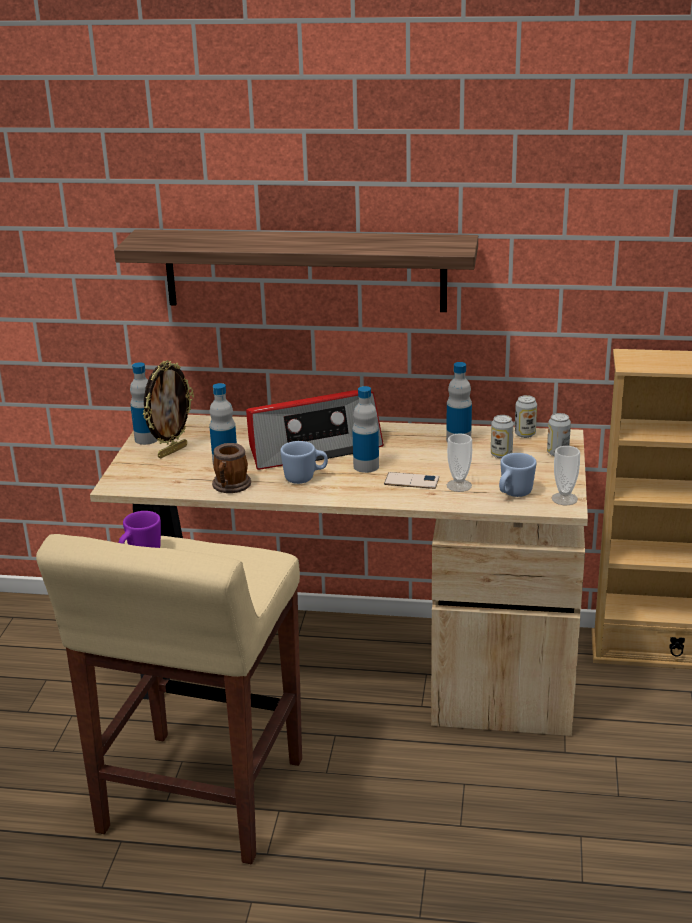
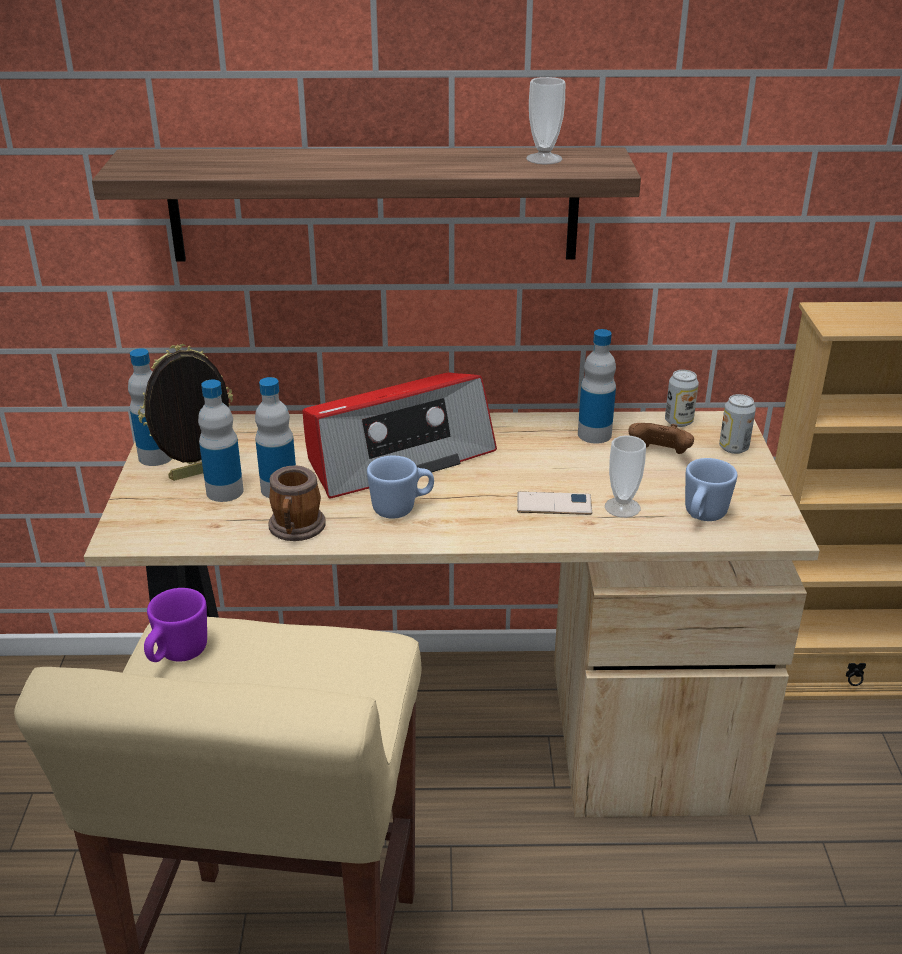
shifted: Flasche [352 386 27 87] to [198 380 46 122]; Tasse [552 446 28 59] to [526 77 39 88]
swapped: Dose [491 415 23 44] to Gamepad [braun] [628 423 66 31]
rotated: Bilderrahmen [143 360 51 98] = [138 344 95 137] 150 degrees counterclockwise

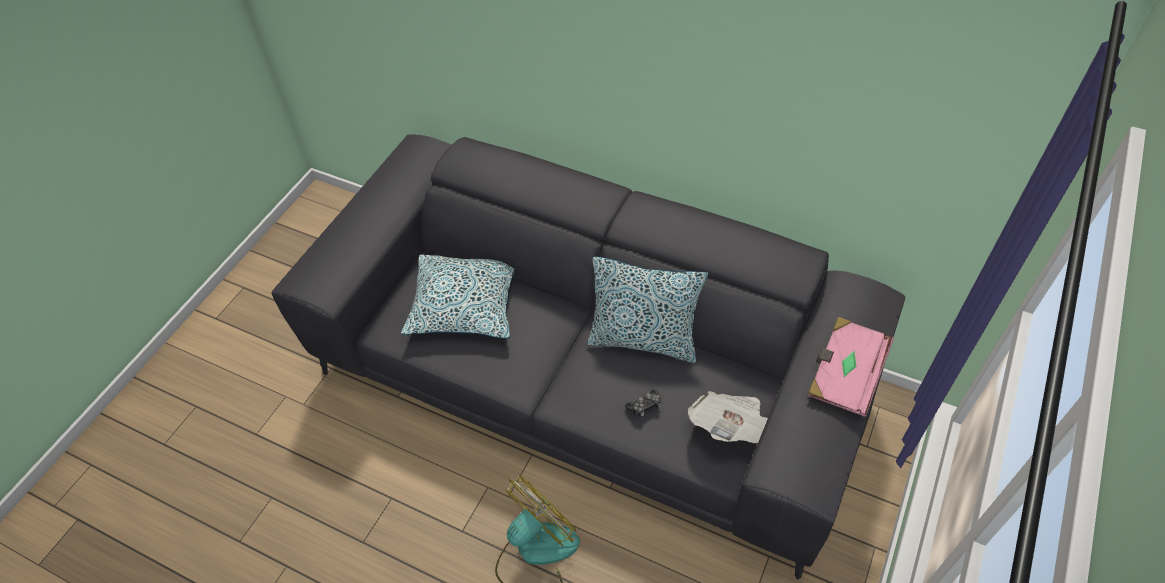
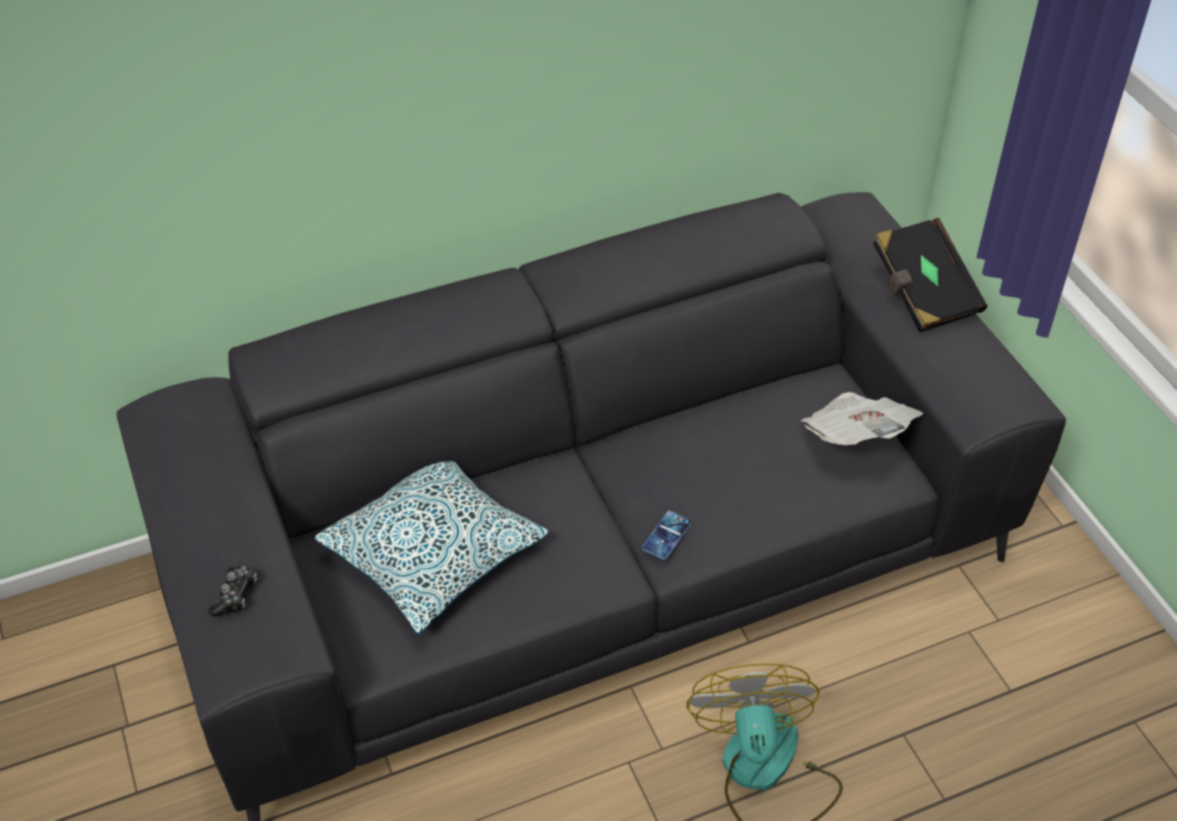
gone: Kissen [587 256 121 107]
new: Handy [642 511 50 49]
shifted: Gamepad [625 390 37 27] to [208 564 49 53]
repainted: Buch [rosa] [808 317 86 100] to Buch [schwarz] [873 218 115 114]

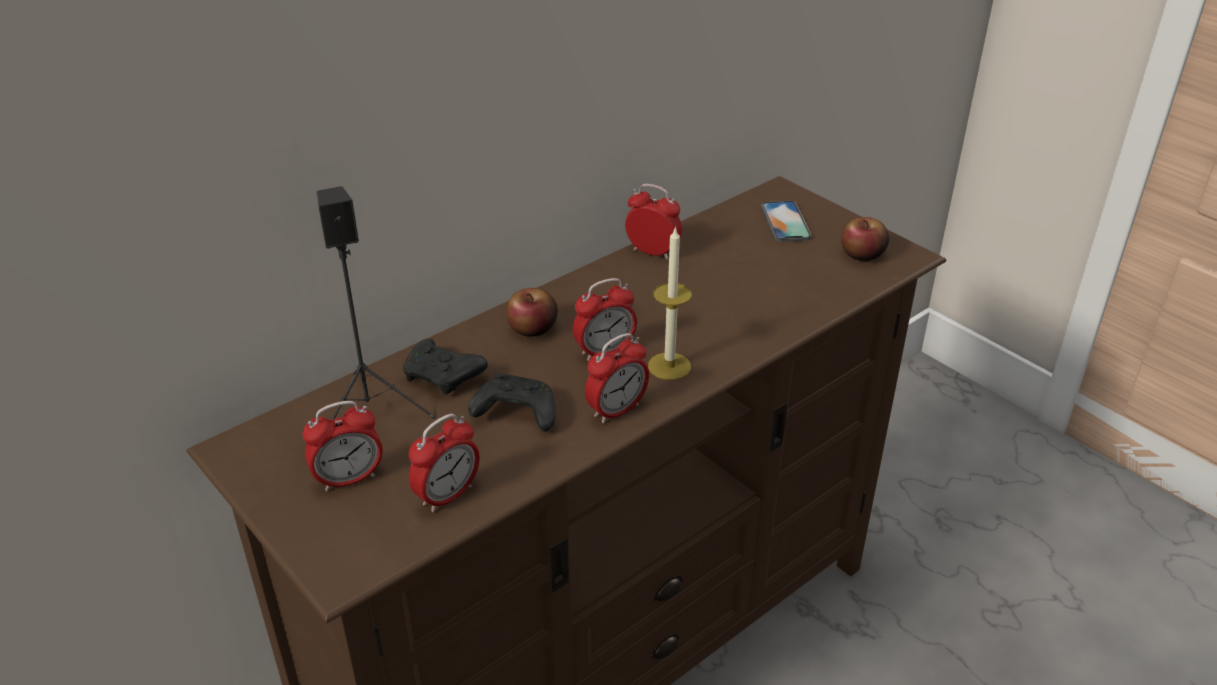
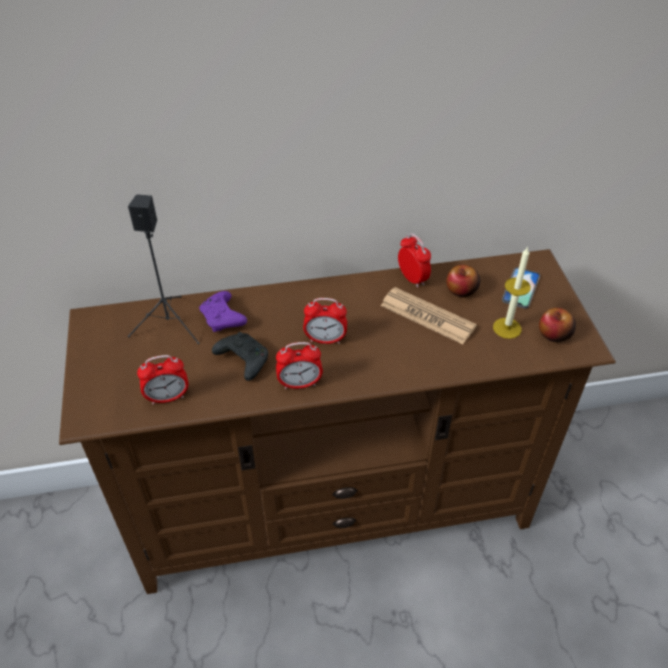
gone: Wecker [302 401 81 90]
new: Zeitung [381 287 96 57]
shifted: Apfel [506 288 52 49] to [446 265 34 32]; Kerze [648 226 44 154] to [493 247 38 92]
repainted: Gamepad [schwarz] [403 339 85 56] to Gamepad [lila] [199 291 48 41]

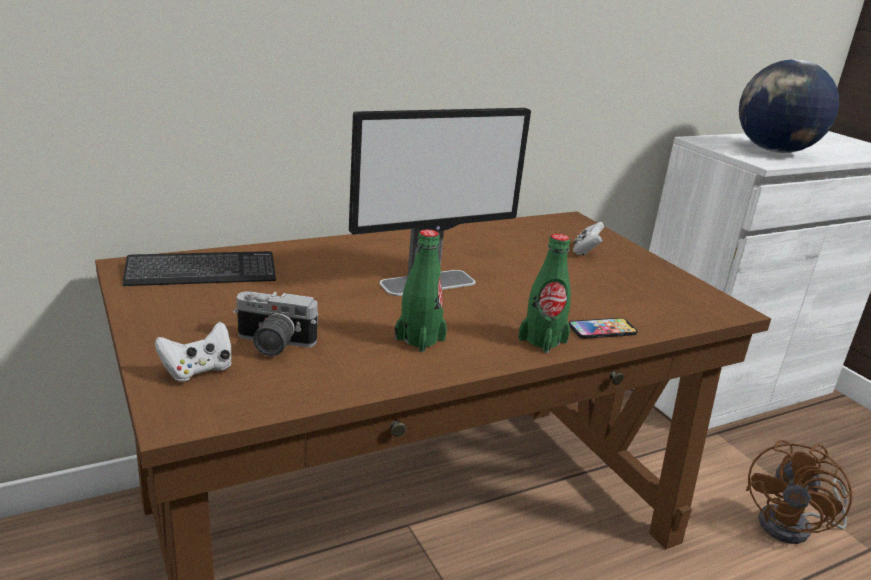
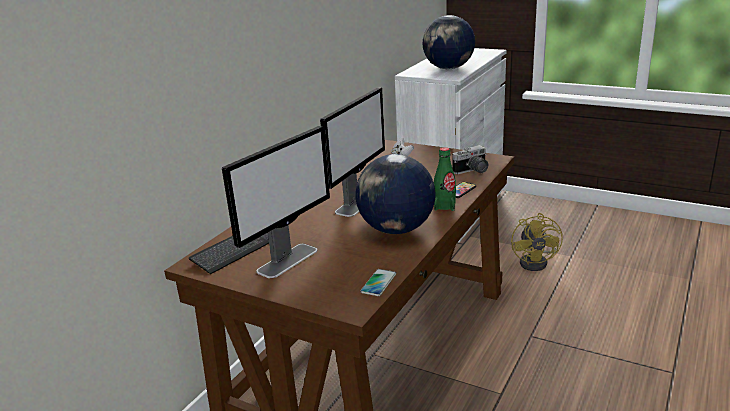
gone: Gamepad [weiß] [155 322 77 60]
new: Monitor [222 126 108 152]; Handy [360 269 36 27]
shifted: Kamera [233 291 86 65] to [453 145 35 29]
swapped: Flasche [grün] [395 229 52 123] to Globus [355 154 81 80]
repainted: Ventilator [braun] [746 440 107 104] to Ventilator [gelb] [511 213 52 58]

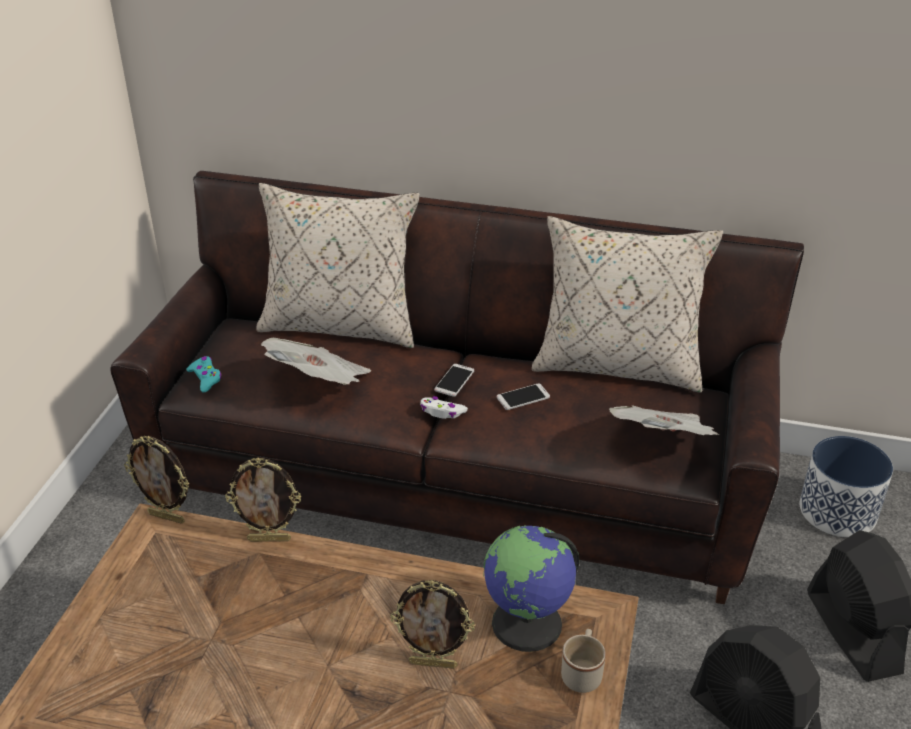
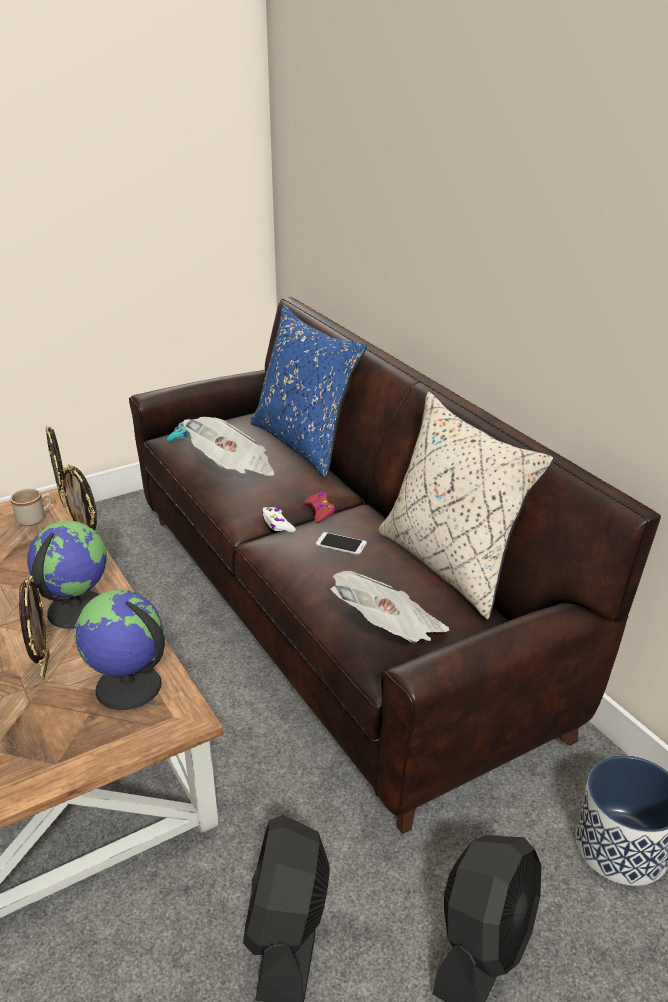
new: Globus [26 521 81 108]
shifted: Henkelbecher [beige] [561 629 45 64] to [10 489 42 37]
swapped: Handy [434 364 40 33] to Gamepad [rot] [304 492 31 31]
repainted: Kissen [beige] [256 183 164 165] to Kissen [blau] [250 305 117 173]
rotated: Bilderrahmen [390 580 85 89] = [19 576 31 104] 150 degrees counterclockwise

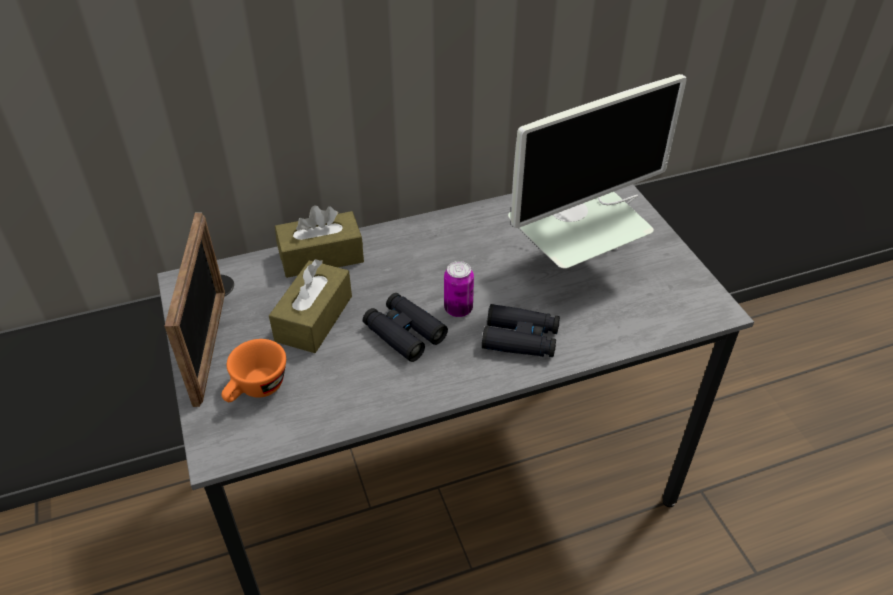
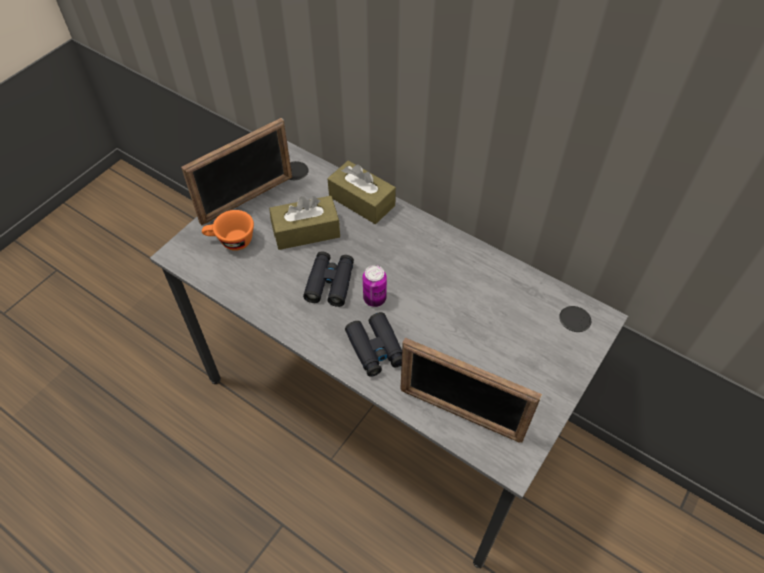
gone: Monitor [508 74 179 195]
new: Bilderrahmen [400 338 142 105]

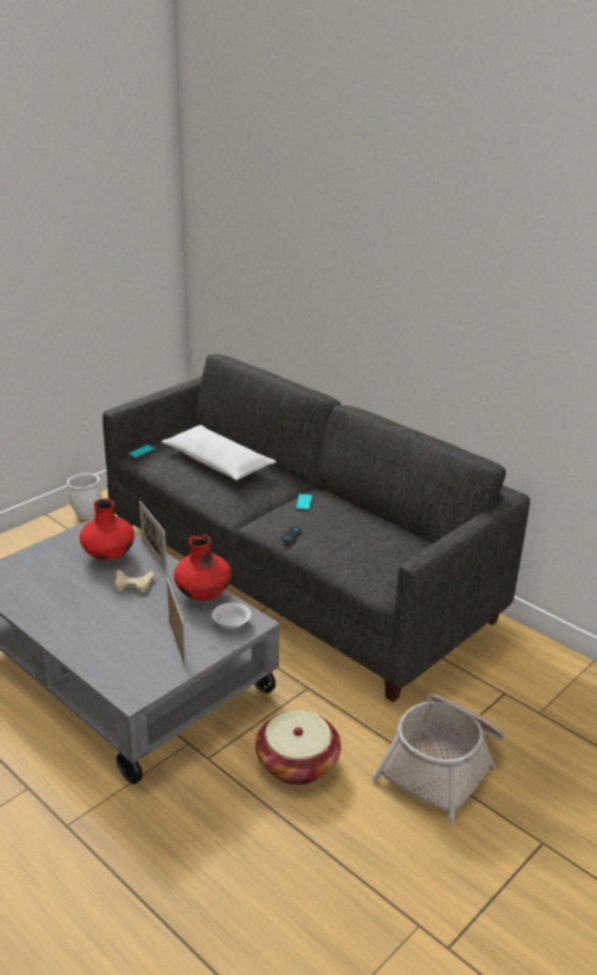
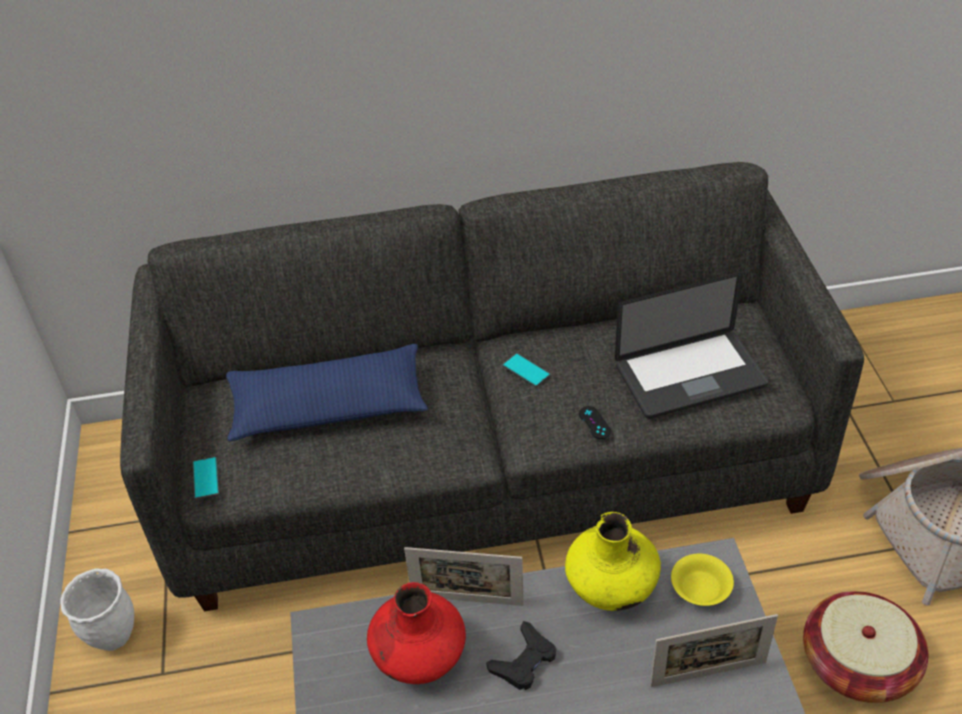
new: Laptop [615 273 154 146]
repainted: Gamepad [beige] [115 570 39 23] to Gamepad [schwarz] [486 621 70 69]; Kissen [weiß] [161 425 116 55] to Kissen [blau] [226 344 202 97]; Vase [rot] [174 534 58 67] to Vase [gelb] [565 512 96 99]; Schüssel [weiß] [212 603 39 26] to Schüssel [gelb] [671 554 63 52]
rotated: Bilderrahmen [167 578 19 89] = [650 614 128 73] 150 degrees clockwise

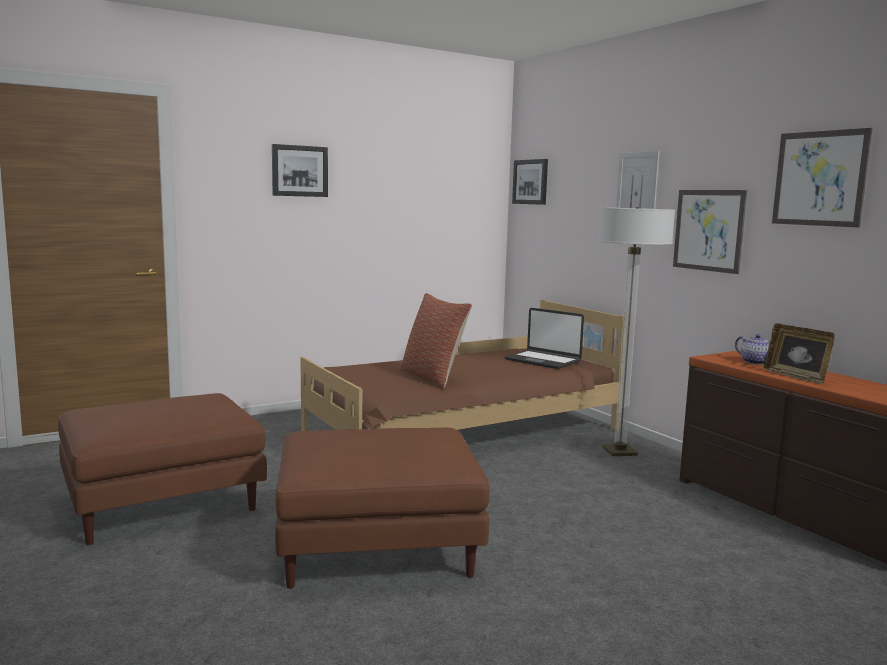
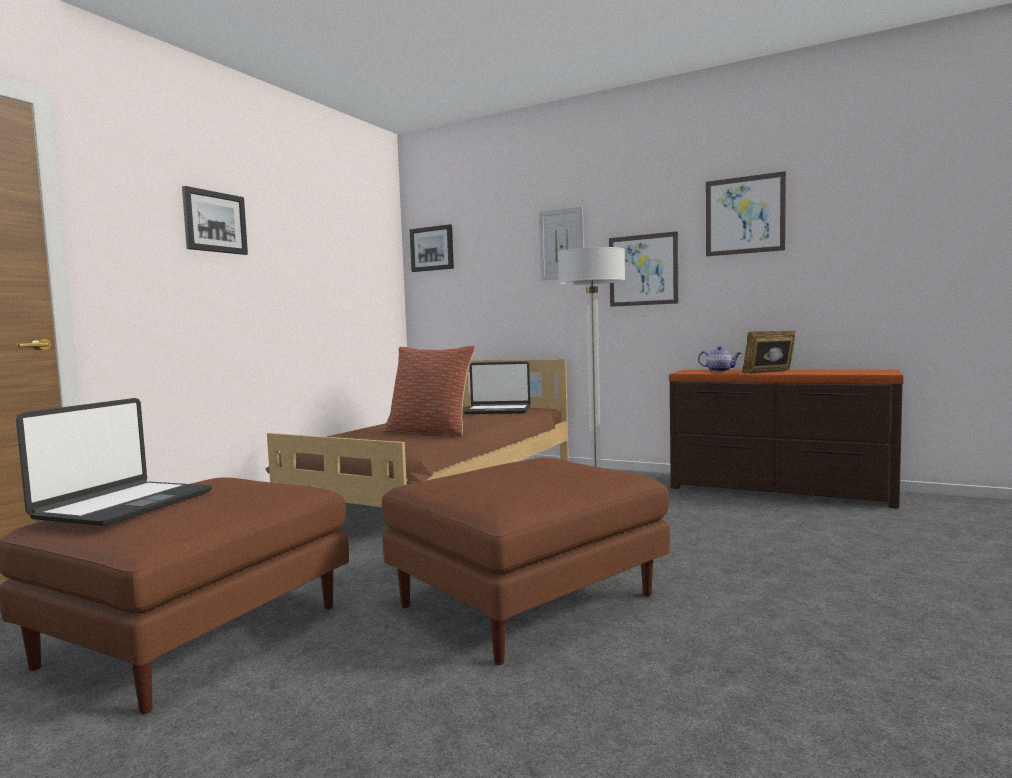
new: Laptop [16 398 196 128]
rotated: Bilderrahmen [764 323 71 61] = [742 330 54 43] 135 degrees clockwise

